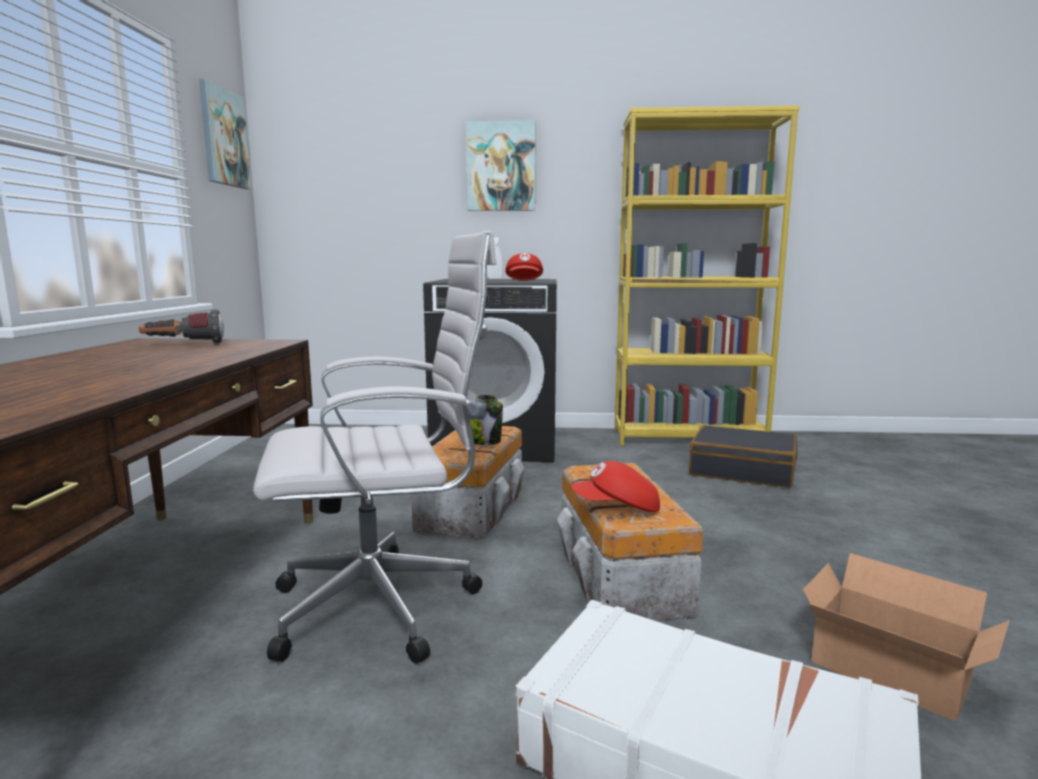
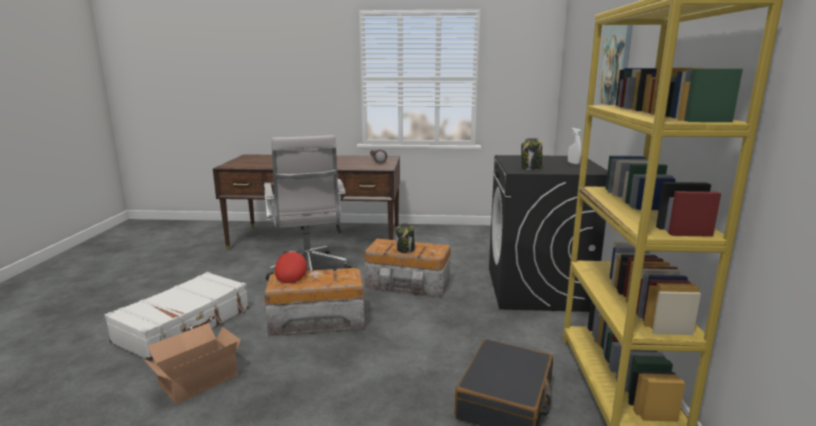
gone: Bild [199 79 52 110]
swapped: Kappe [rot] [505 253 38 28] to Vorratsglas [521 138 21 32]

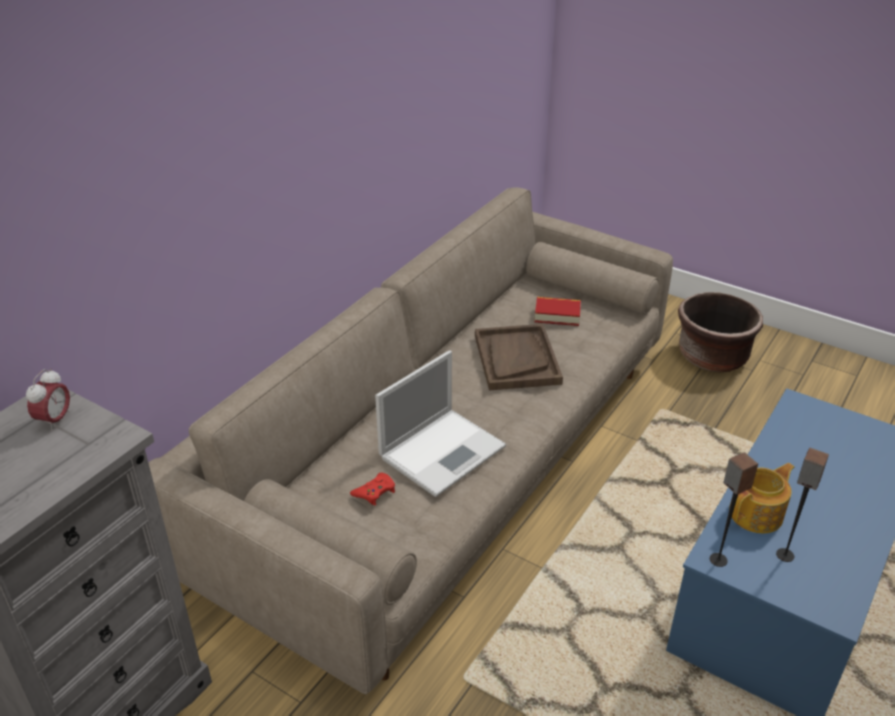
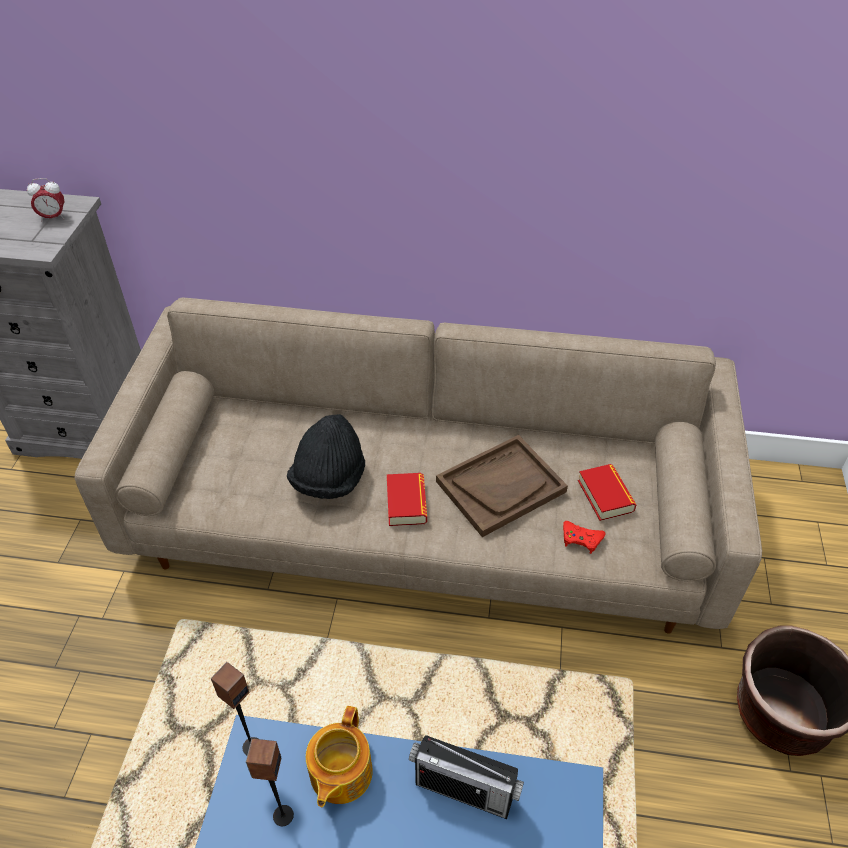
new: Buch [387 473 40 53]; Radio [409 735 115 84]
shifted: Gamepad [rot] [350 473 45 33] to [563 521 42 33]
swapped: Laptop [375 350 131 147] to Hut [schwarz] [287 414 78 85]
rotated: Teekanne [729 463 65 70] = [306 706 67 101] 75 degrees clockwise

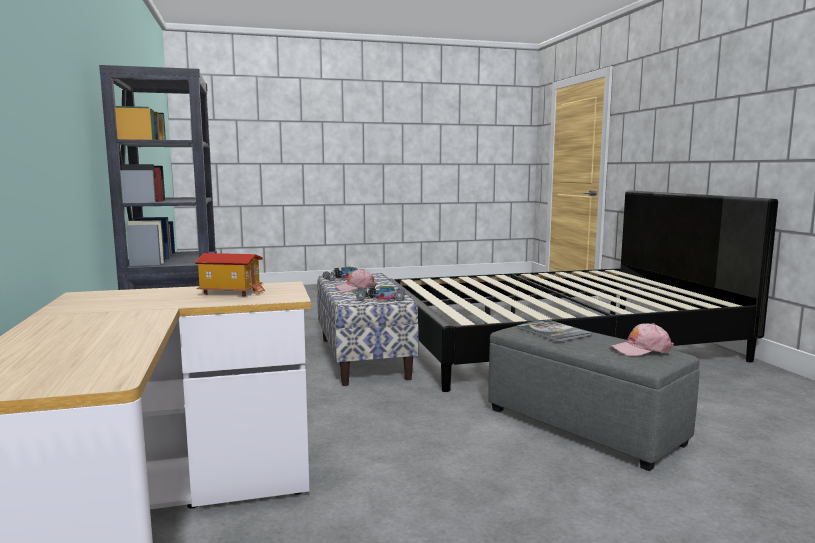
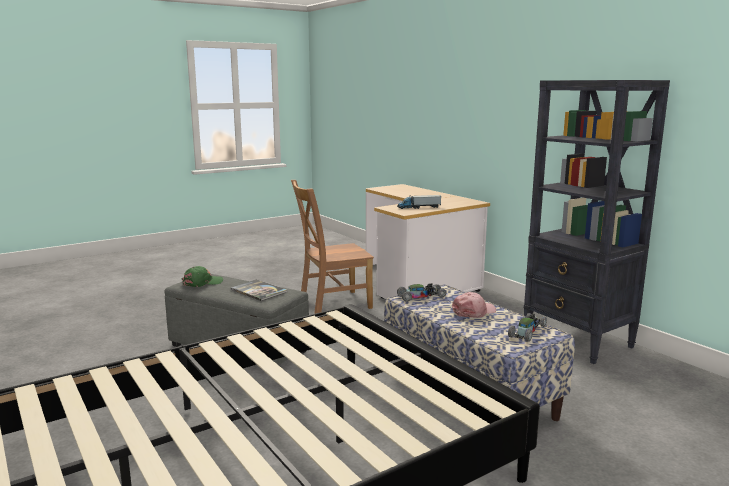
new: Stuhl [braun] [291 180 83 134]
swapped: Spielzeughaus [195 253 70 43] to Spielzeuglaster [397 195 44 14]
repainted: Kappe [rosa] [610 323 64 33] to Kappe [grün] [182 266 41 21]

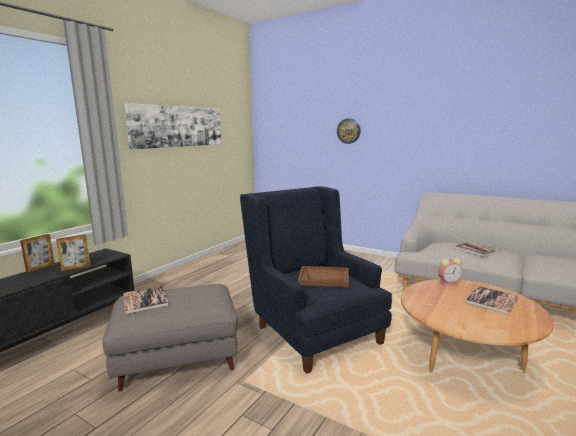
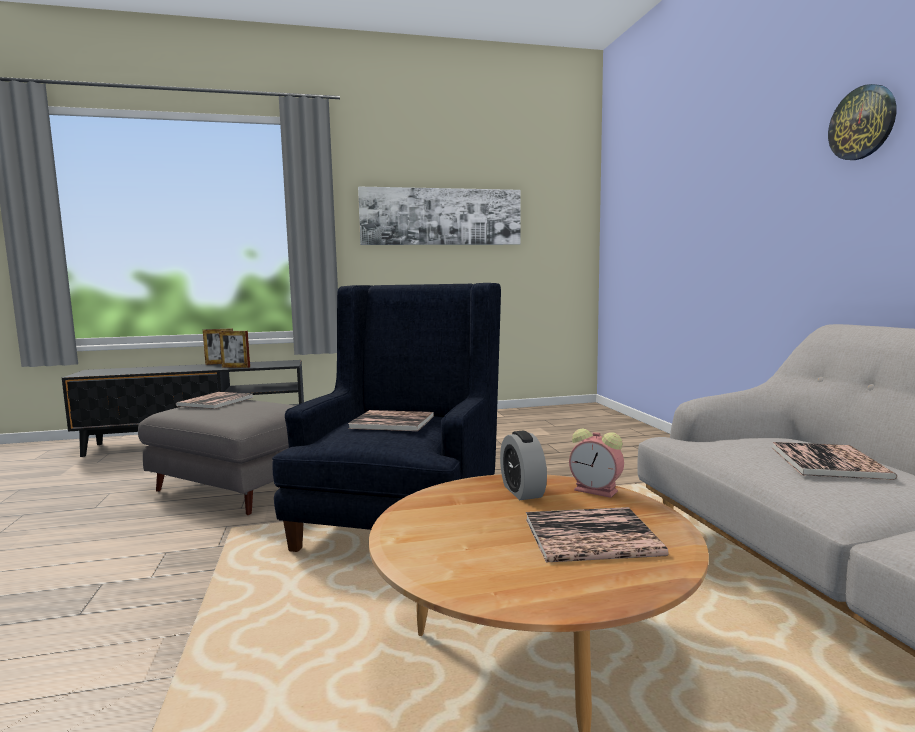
new: Wecker [500 431 47 69]
shifted: Wanduhr [337 118 24 26] to [828 84 68 76]
swapped: Tablett [braun] [298 266 51 21] to Buch [348 410 86 21]

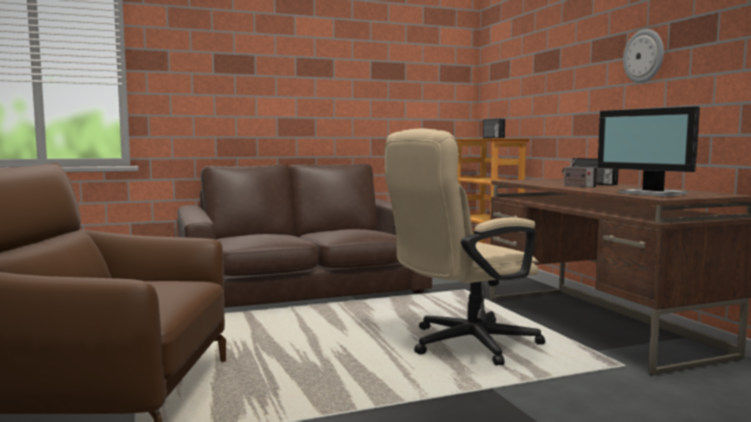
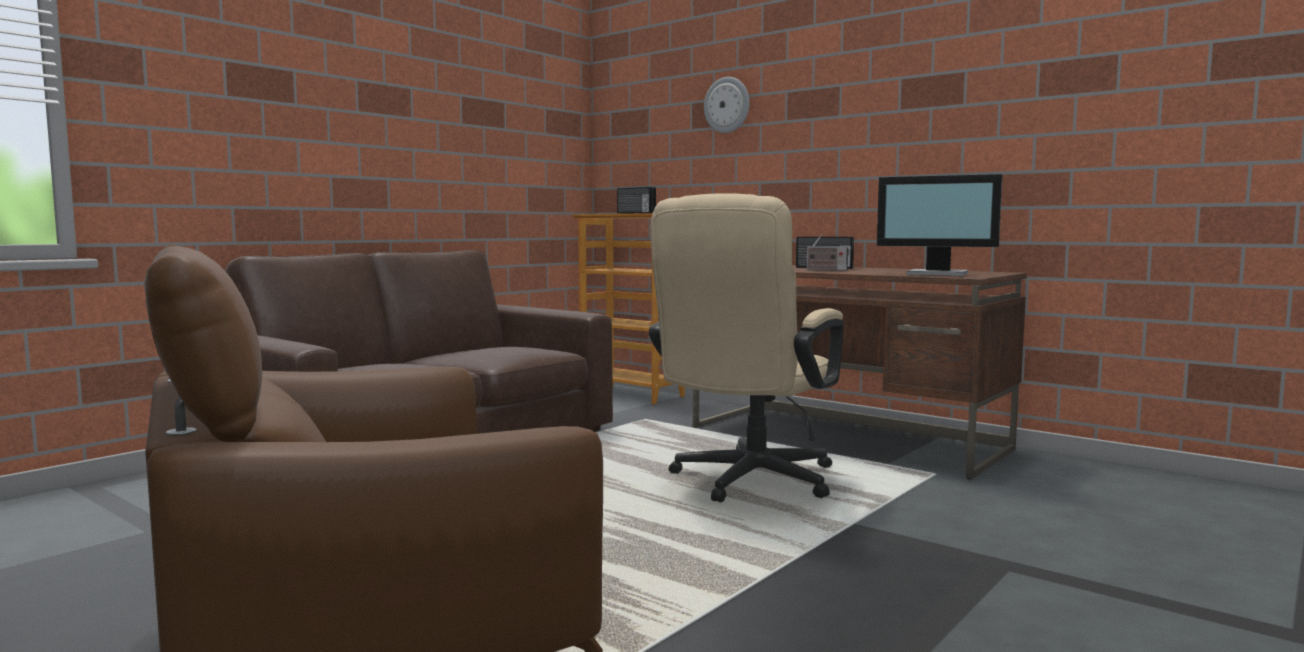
shifted: Wanduhr [623 29 41 54] to [704 77 46 56]

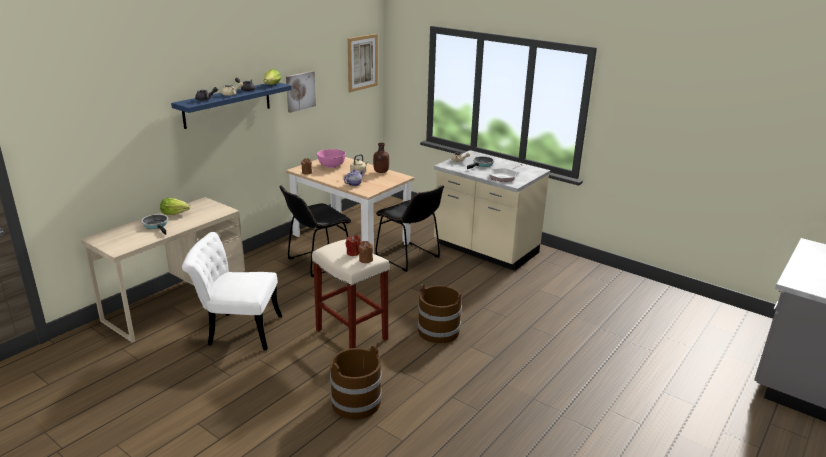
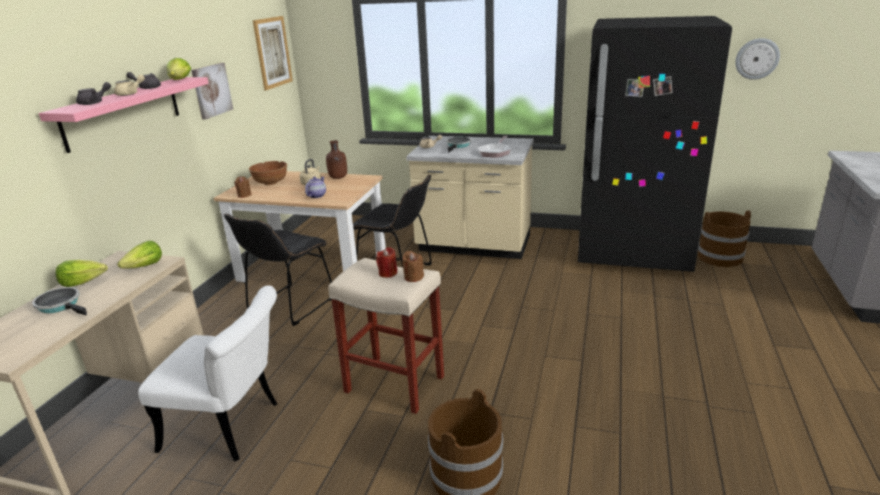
new: Salatkopf [117 241 45 27]; Kühlschrank [schwarz] [578 16 154 256]; Wanduhr [735 38 45 42]
shifted: Eimer [braun] [418 284 44 60] to [698 210 53 57]
repainted: Wandregal [blau] [171 82 121 47] to Wandregal [rosa] [39 77 170 76]; Schüssel [rosa] [317 149 29 19] to Schüssel [braun] [249 161 38 24]
rotated: Stuhl [weiß] [182 232 100 118] = [138 285 139 176] 150 degrees counterclockwise

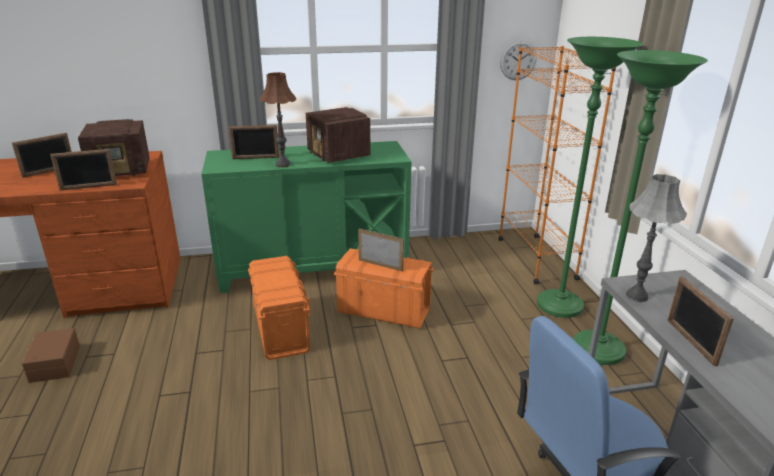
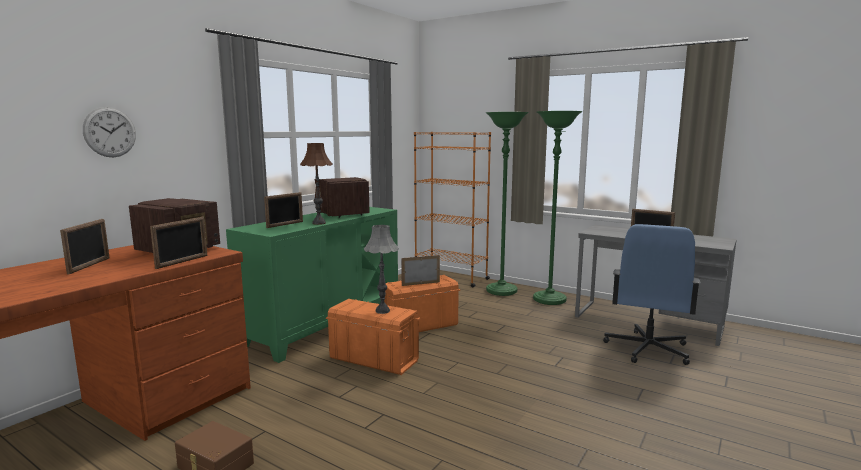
shifted: Wanduhr [500 40 37 40] to [83 107 53 50]; Tischlampe [grau] [626 174 61 128] to [364 225 34 89]
rotated: Radio [306 107 64 56] = [319 177 51 41] 135 degrees counterclockwise

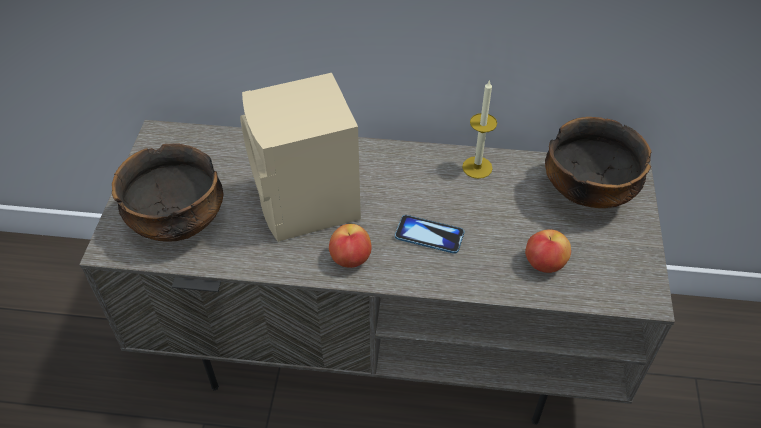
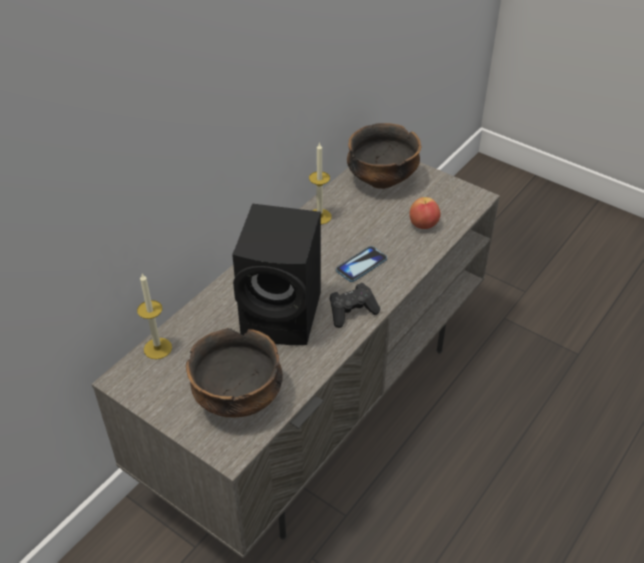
new: Kerze [137 274 35 85]
swapped: Apfel [329 224 43 44] to Gamepad [schwarz] [329 283 51 45]
repainted: Lautsprecher [beige] [240 73 121 169] to Lautsprecher [schwarz] [232 204 89 141]

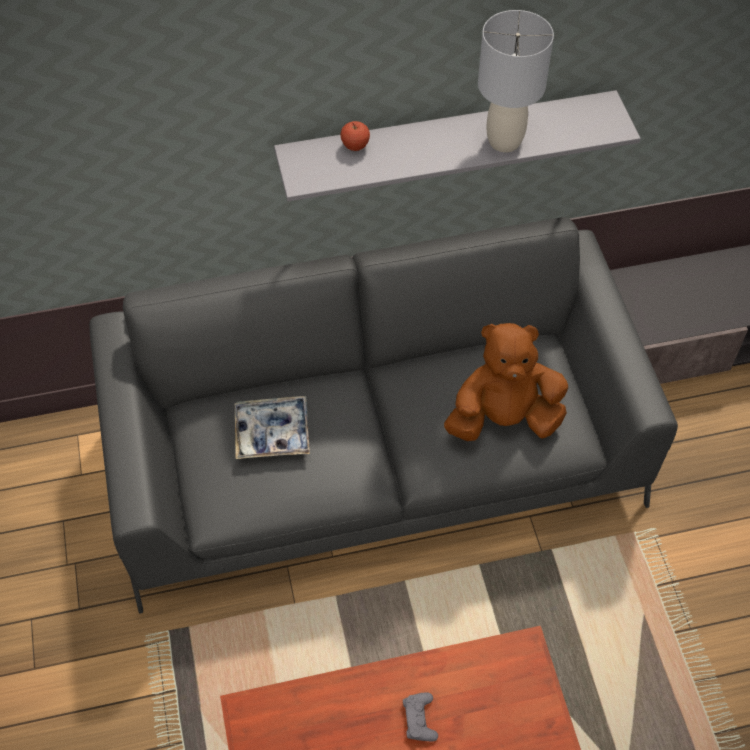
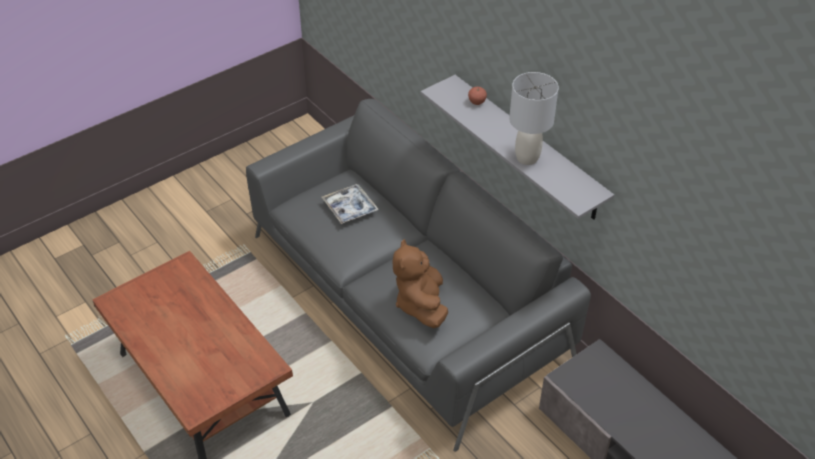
gone: Gamepad [grau] [403 692 35 50]
rotated: Plüschtier [braun] [444 323 124 118] = [393 239 55 89] 150 degrees counterclockwise

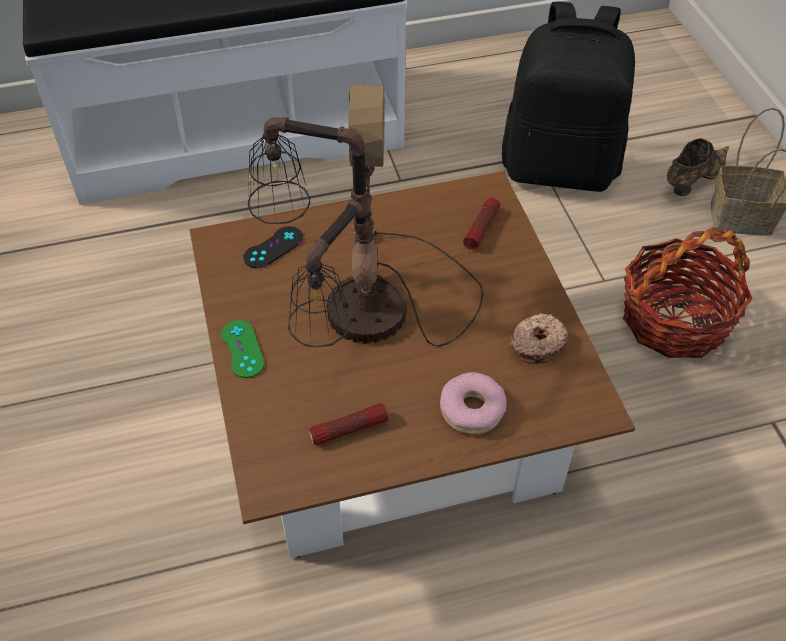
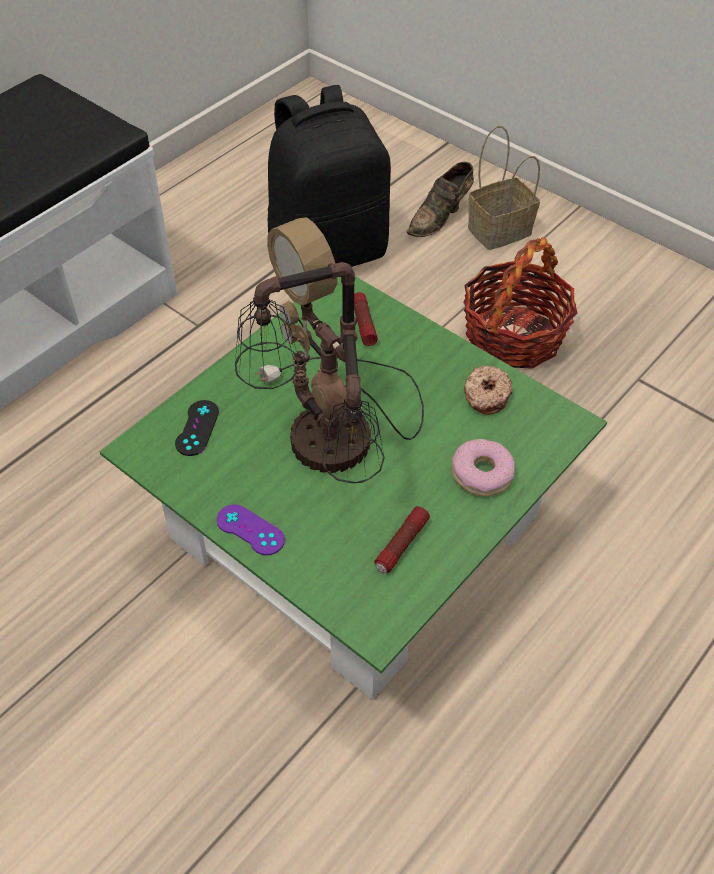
repainted: Couchtisch [braun] [189 171 446 387] to Couchtisch [grün] [99 276 508 424]; Gamepad [grün] [221 320 44 58] to Gamepad [lila] [216 504 69 51]
rotated: Schuh [braun] [667 138 62 58] = [406 162 68 75] 150 degrees counterclockwise

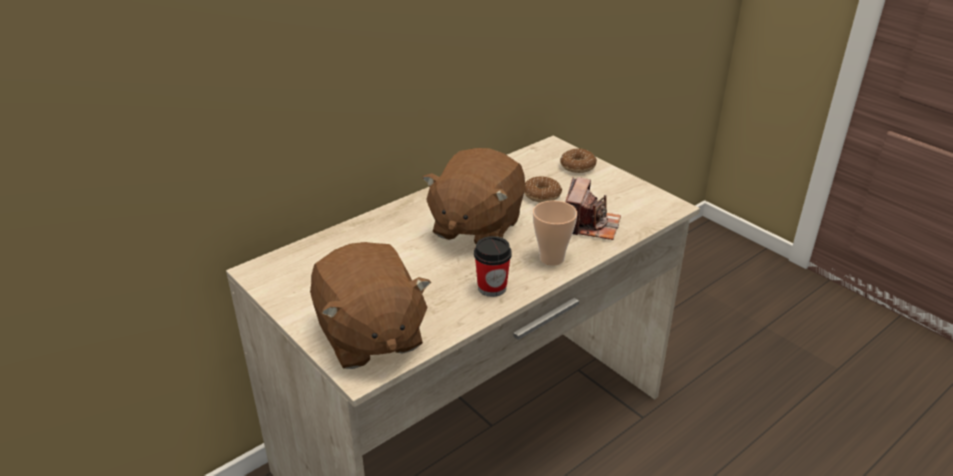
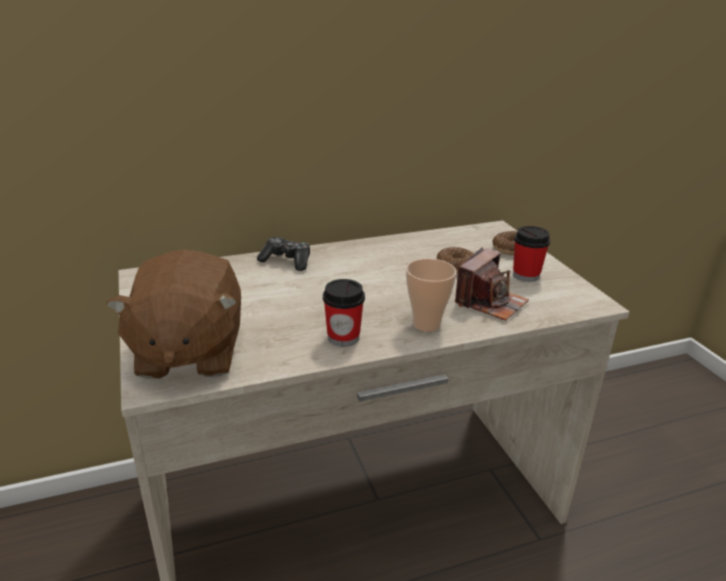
gone: Plüschtier [braun] [422 148 103 96]
new: Gamepad [257 237 53 34]; Tasse [513 226 37 56]

